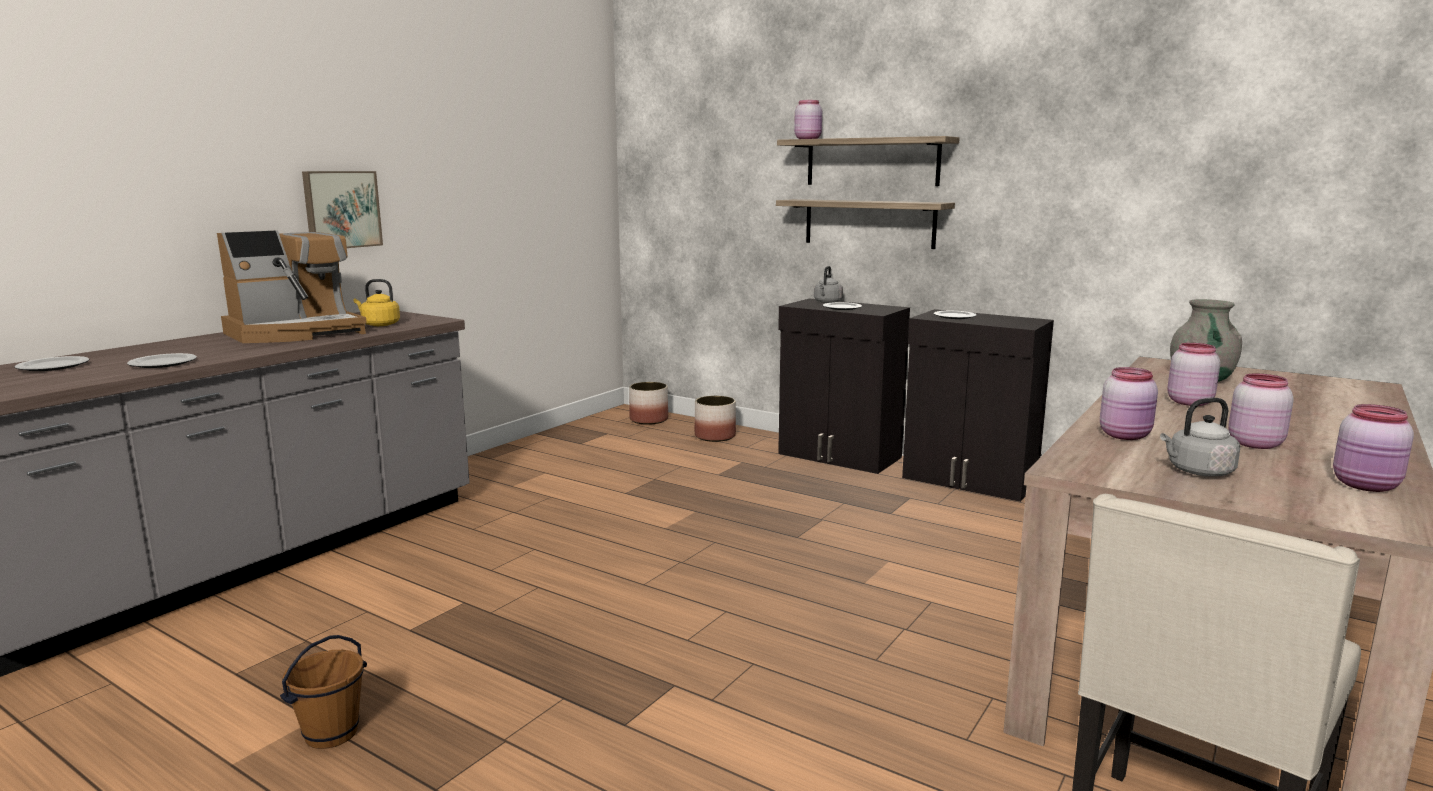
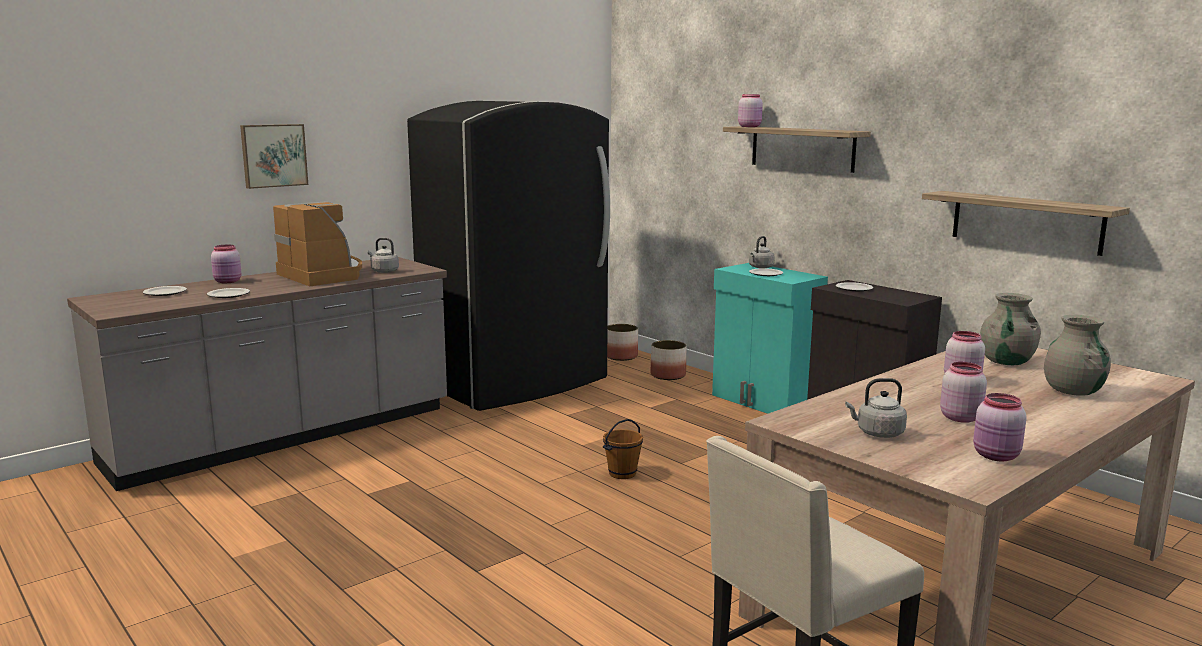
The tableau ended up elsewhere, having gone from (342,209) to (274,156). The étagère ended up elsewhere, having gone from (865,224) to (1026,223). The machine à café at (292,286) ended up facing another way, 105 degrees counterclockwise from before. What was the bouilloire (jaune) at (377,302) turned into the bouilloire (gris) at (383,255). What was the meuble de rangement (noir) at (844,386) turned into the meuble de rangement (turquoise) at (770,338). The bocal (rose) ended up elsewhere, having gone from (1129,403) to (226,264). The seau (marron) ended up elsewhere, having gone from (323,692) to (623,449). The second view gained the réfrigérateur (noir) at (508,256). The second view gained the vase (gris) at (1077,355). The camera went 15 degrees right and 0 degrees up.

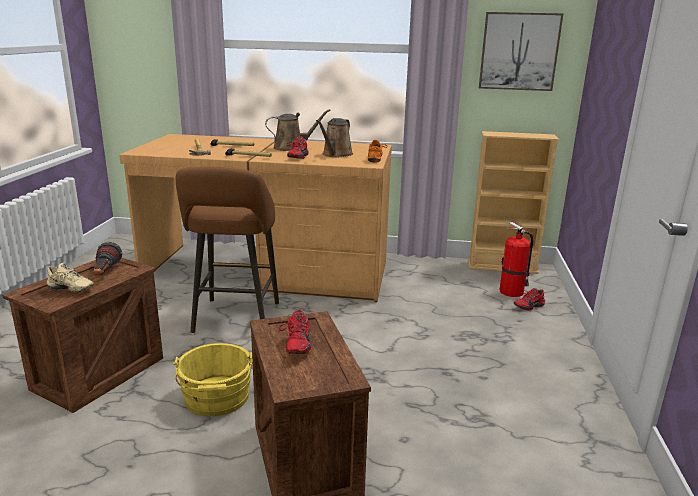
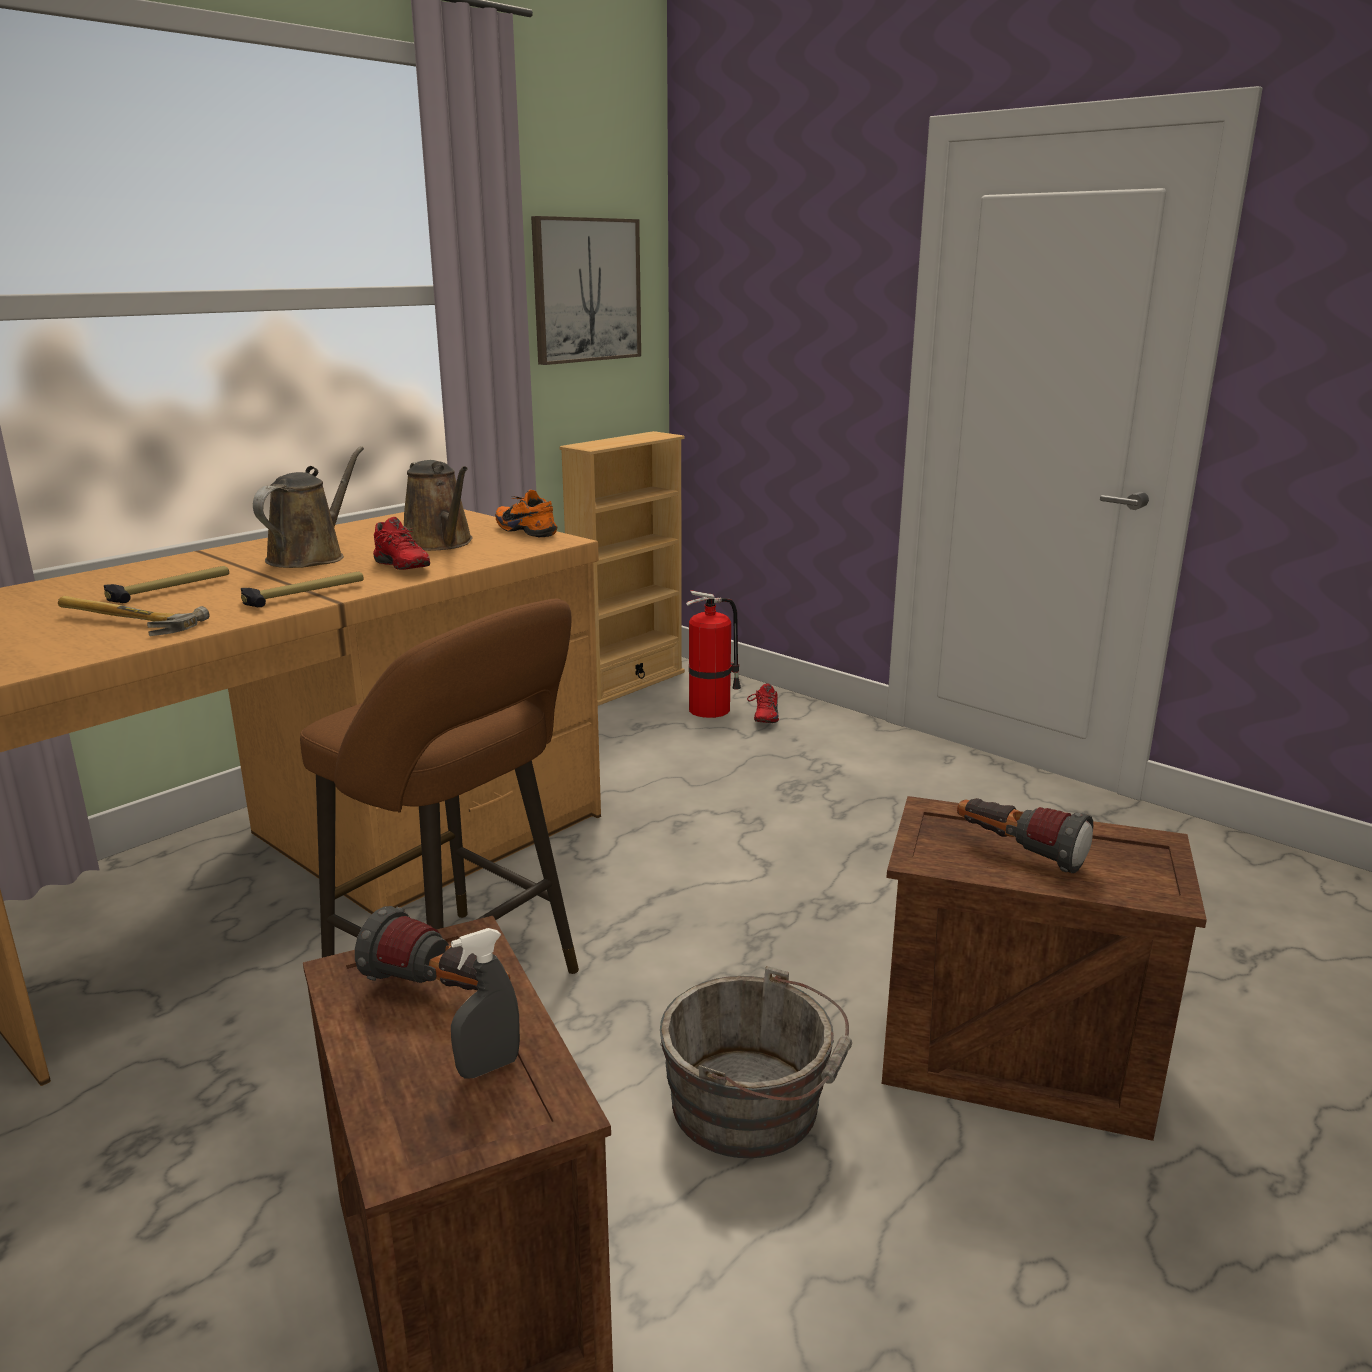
Where the chaussure (beige) stood at (70,277), the vaporisateur (gris) came to stand at (485,1003). Where the chaussure (rouge) stood at (295,331), the lampe de poche came to stand at (1025,835). What was the seau (jaune) at (213,380) turned into the seau (gris) at (756,1062). The camera went 55 degrees left and 0 degrees up.

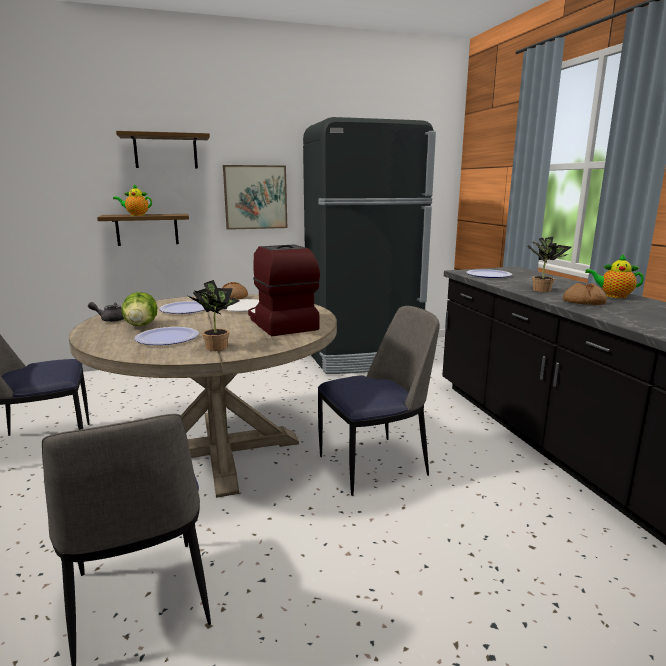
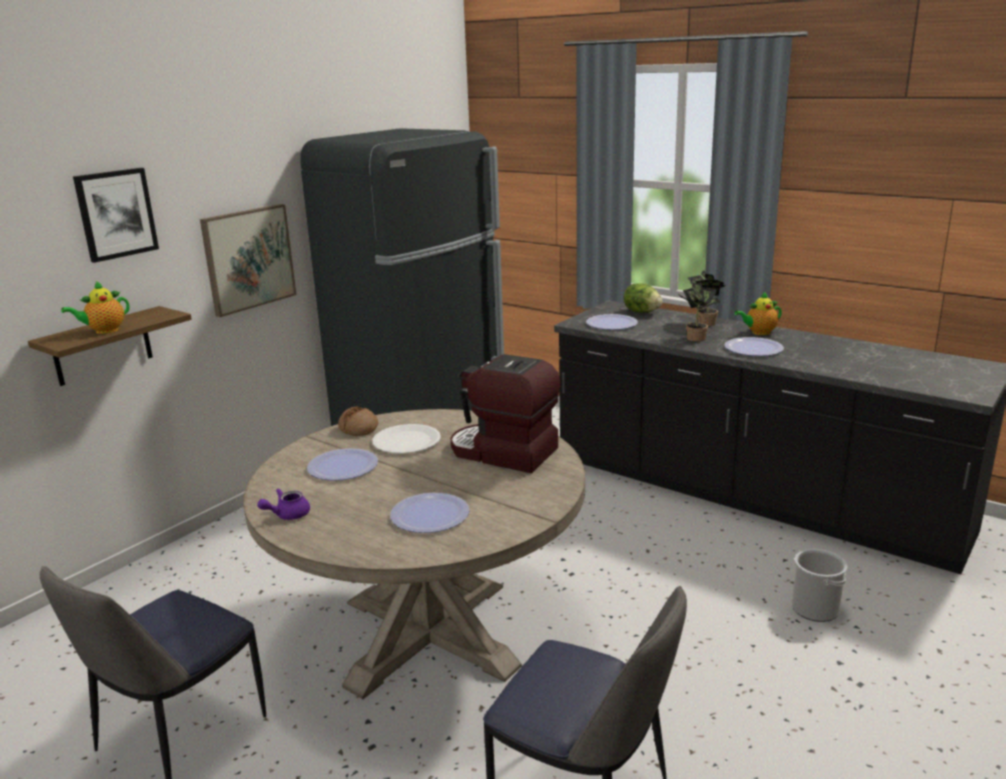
Where the étagère hung at (163,149), the tableau came to hang at (116,215). The plante en pot ended up elsewhere, having gone from (214,315) to (706,298). Where the pain stood at (585,294), the assiette came to stand at (754,346). The laitue ended up elsewhere, having gone from (139,309) to (643,298). What was the théière (gris) at (106,312) turned into the théière (violet) at (283,504). The second view lost the chaise at (379,401). The second view gained the seau at (819,585). The camera went 35 degrees left and 5 degrees up.

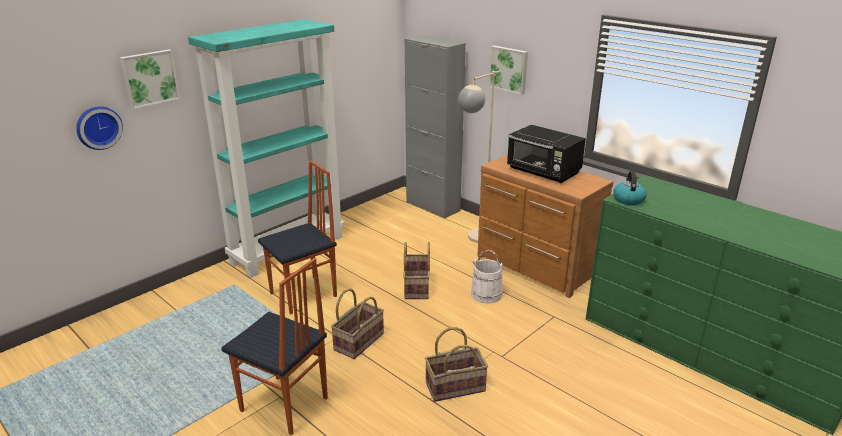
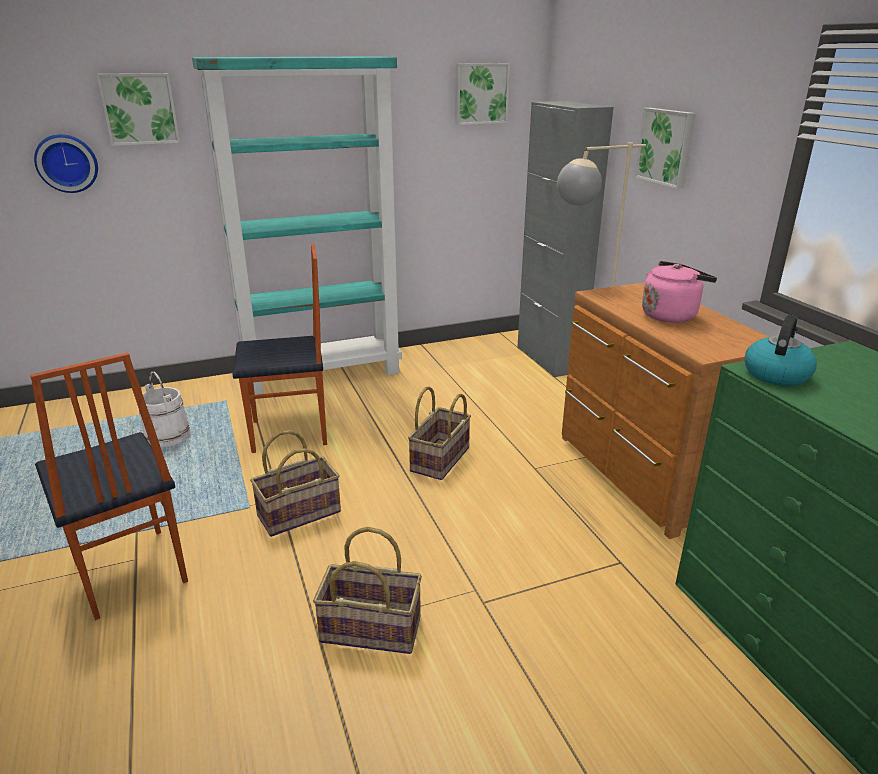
Where the micro-ondes (noir) stood at (546,154), the bouilloire (rose) came to stand at (679,292). The seau (blanc) ended up elsewhere, having gone from (488,277) to (165,409). The second view gained the tableau at (482,94). The camera went 25 degrees right and 0 degrees up.

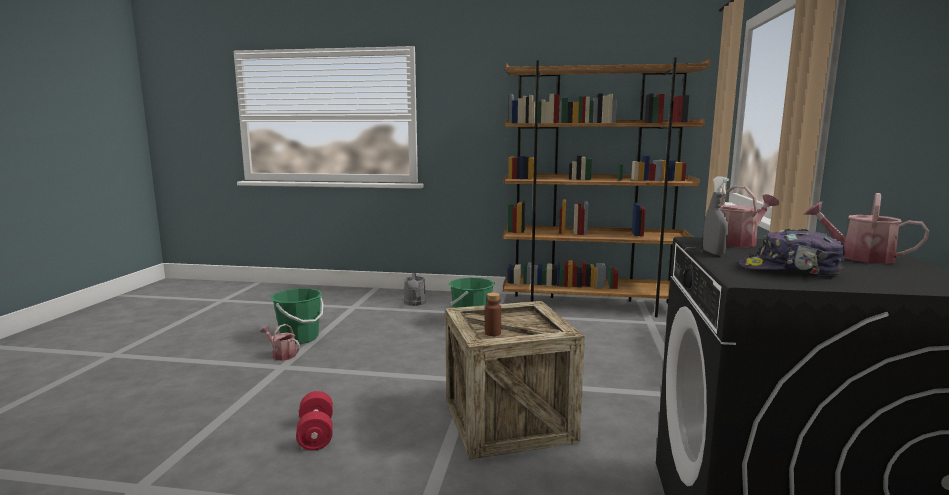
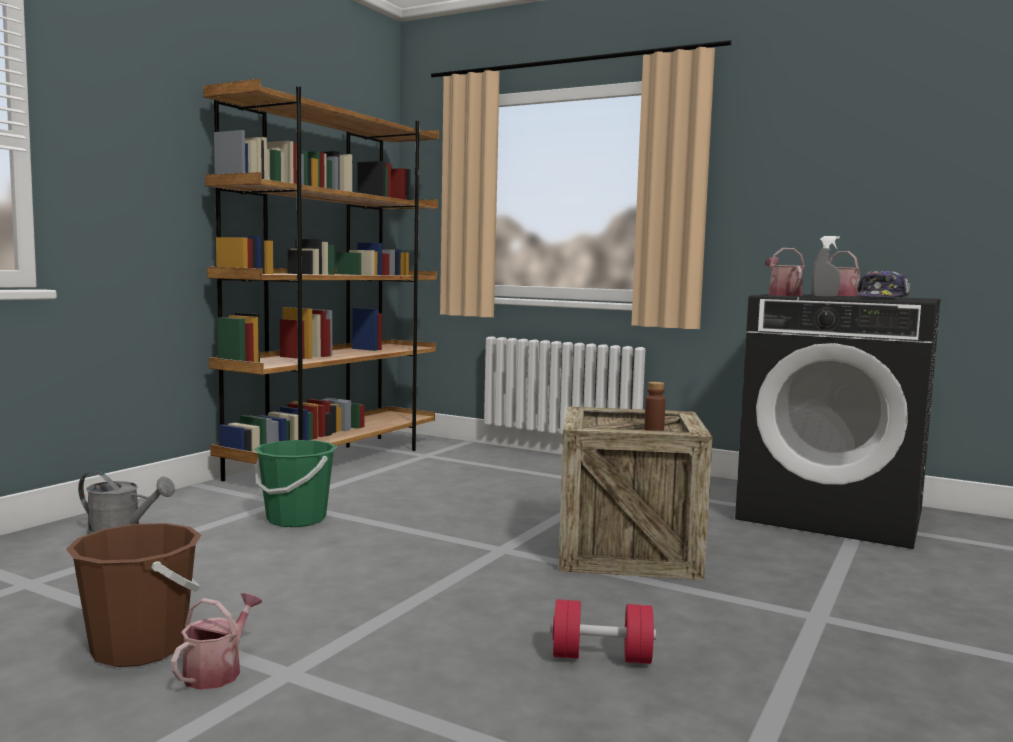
What was the seau (vert) at (296,316) turned into the seau (marron) at (133,595). The arrosoir at (280,342) ended up facing another way, 150 degrees clockwise from before. The camera went 70 degrees left and 5 degrees down.

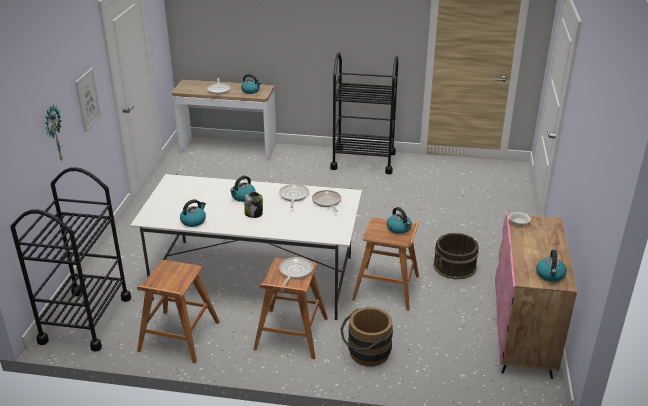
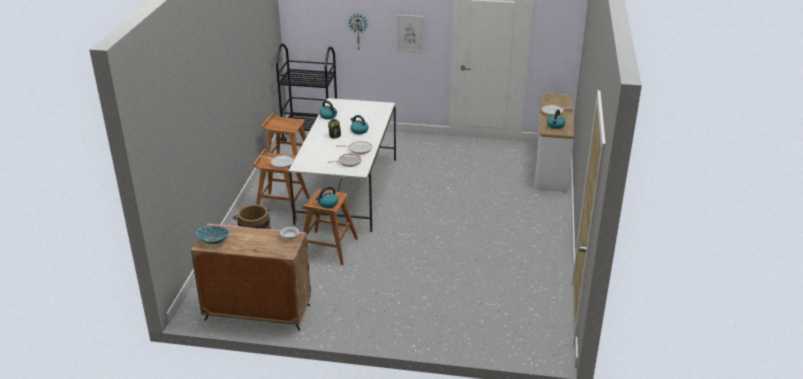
The second view lost the chariot (noir) at (364,113). The second view lost the seau (marron) at (456,256). Where the bouilloire stood at (551,266), the bol came to stand at (213,235). The camera went 90 degrees right and 0 degrees up.

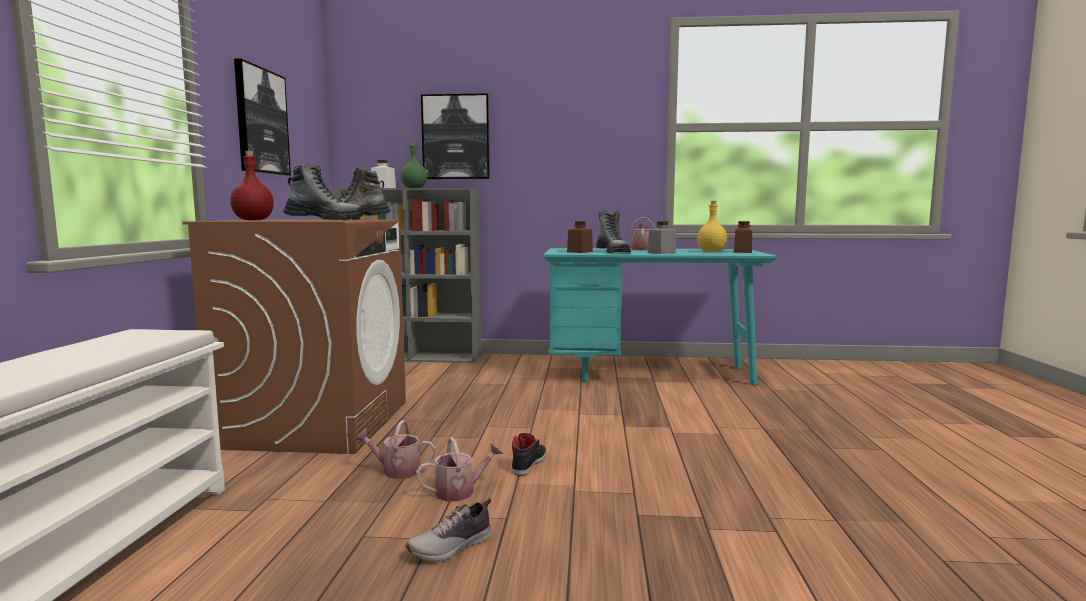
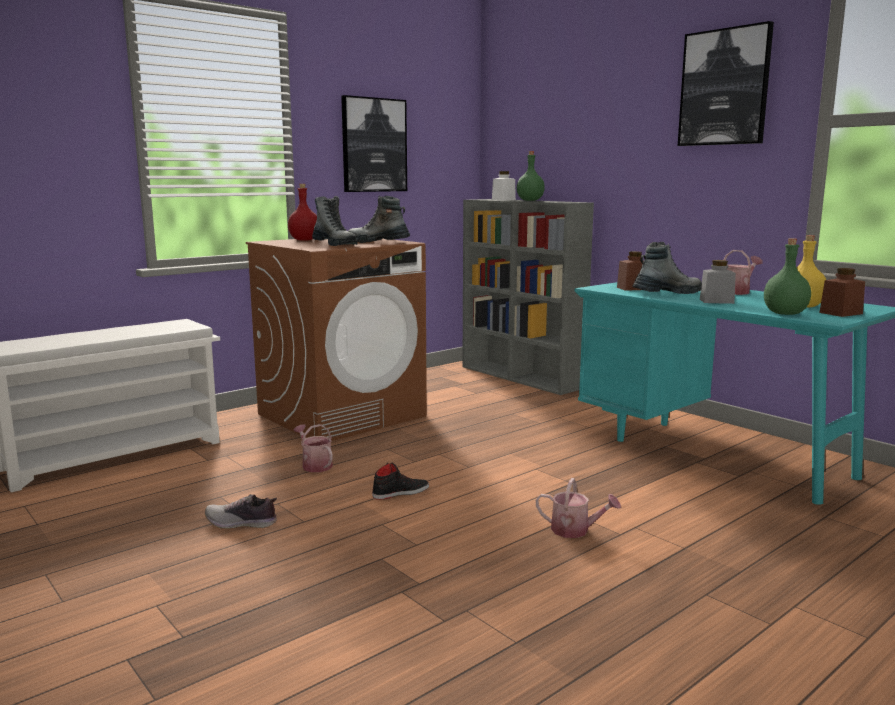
The tableau ended up elsewhere, having gone from (455,136) to (726,83). The botte at (613,232) ended up facing another way, 135 degrees counterclockwise from before. The arrosoir ended up elsewhere, having gone from (460,469) to (578,508). The second view gained the bouteille (vert) at (787,276). The camera went 45 degrees right and 5 degrees up.

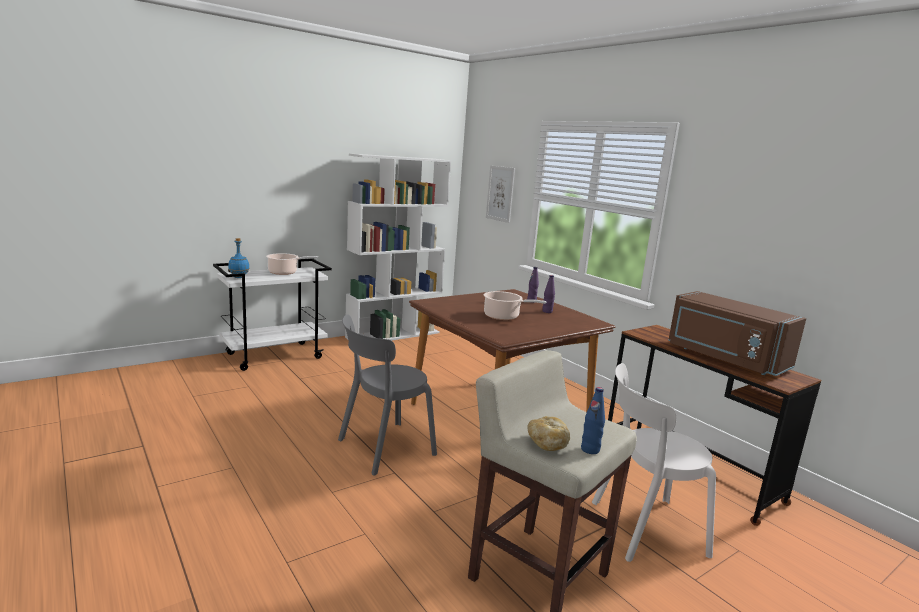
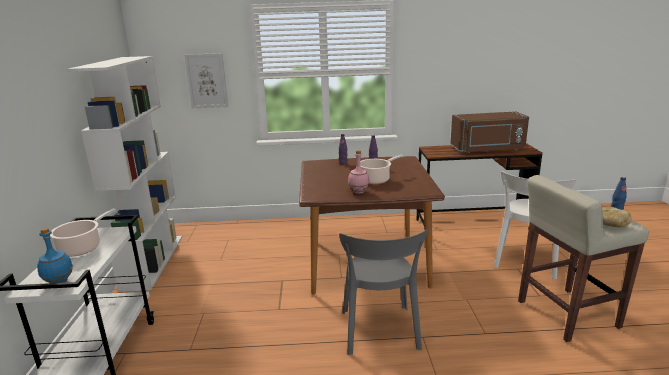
The second view gained the bouteille (rose) at (359,172). The camera went 55 degrees left and 5 degrees up.

